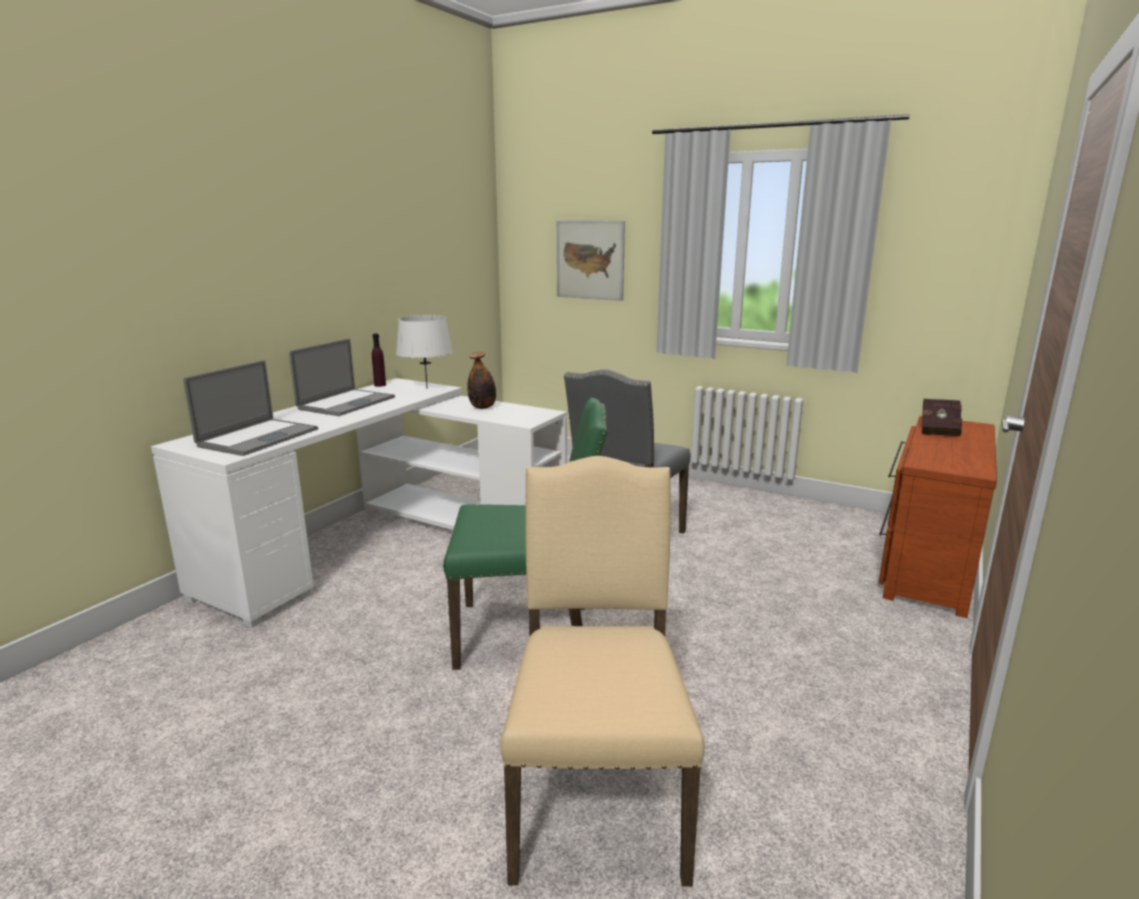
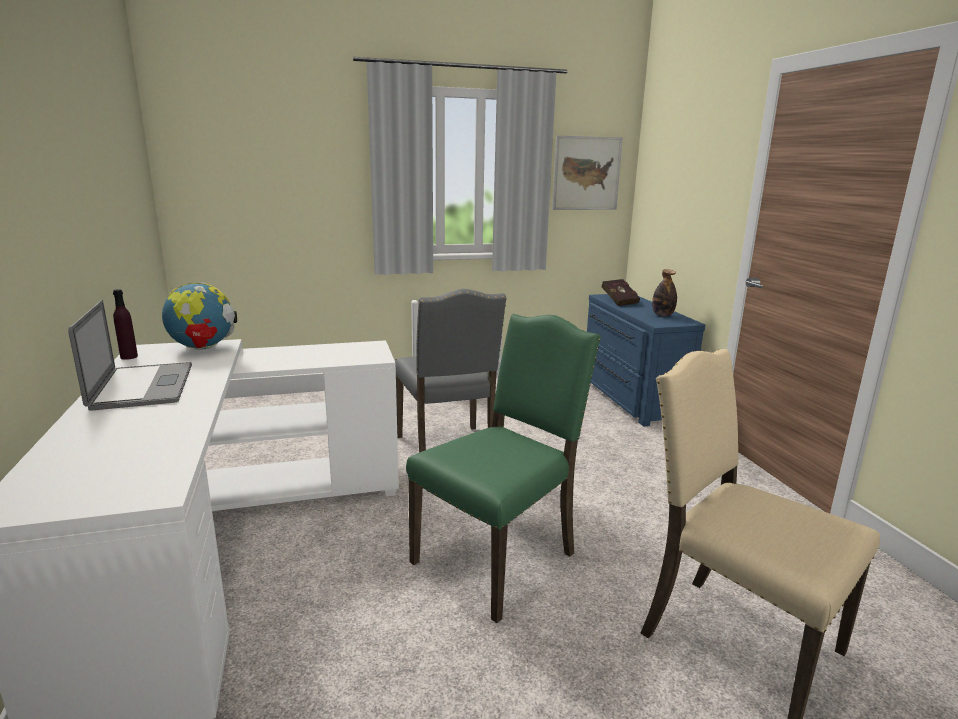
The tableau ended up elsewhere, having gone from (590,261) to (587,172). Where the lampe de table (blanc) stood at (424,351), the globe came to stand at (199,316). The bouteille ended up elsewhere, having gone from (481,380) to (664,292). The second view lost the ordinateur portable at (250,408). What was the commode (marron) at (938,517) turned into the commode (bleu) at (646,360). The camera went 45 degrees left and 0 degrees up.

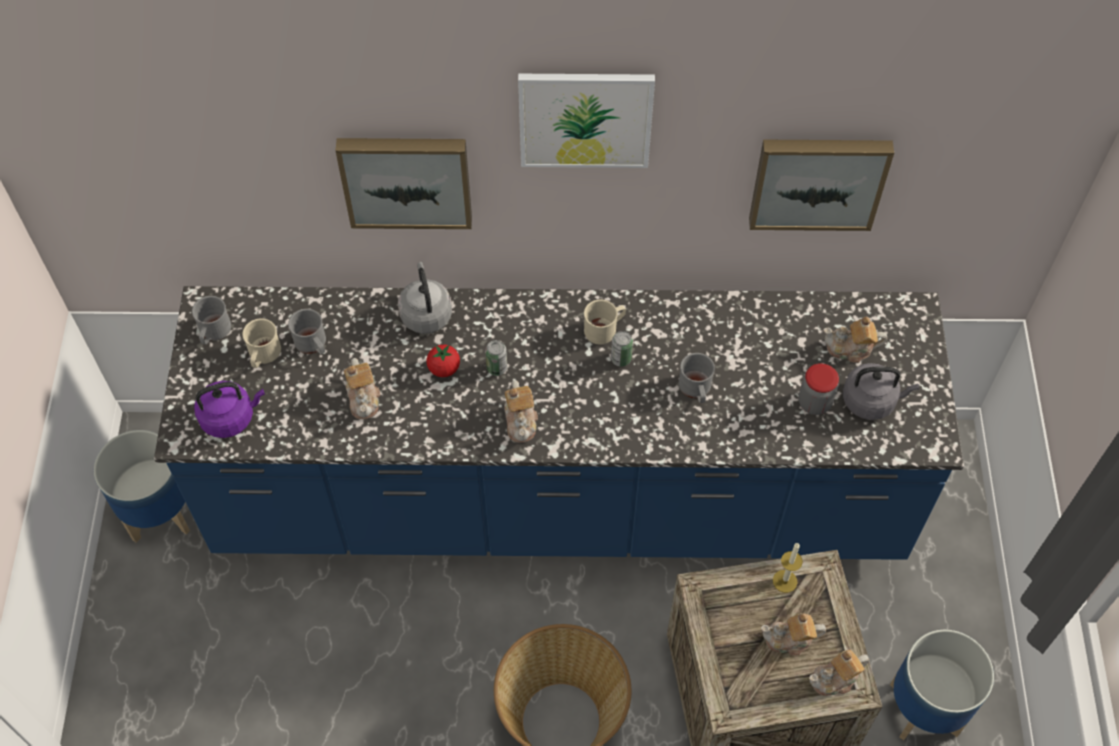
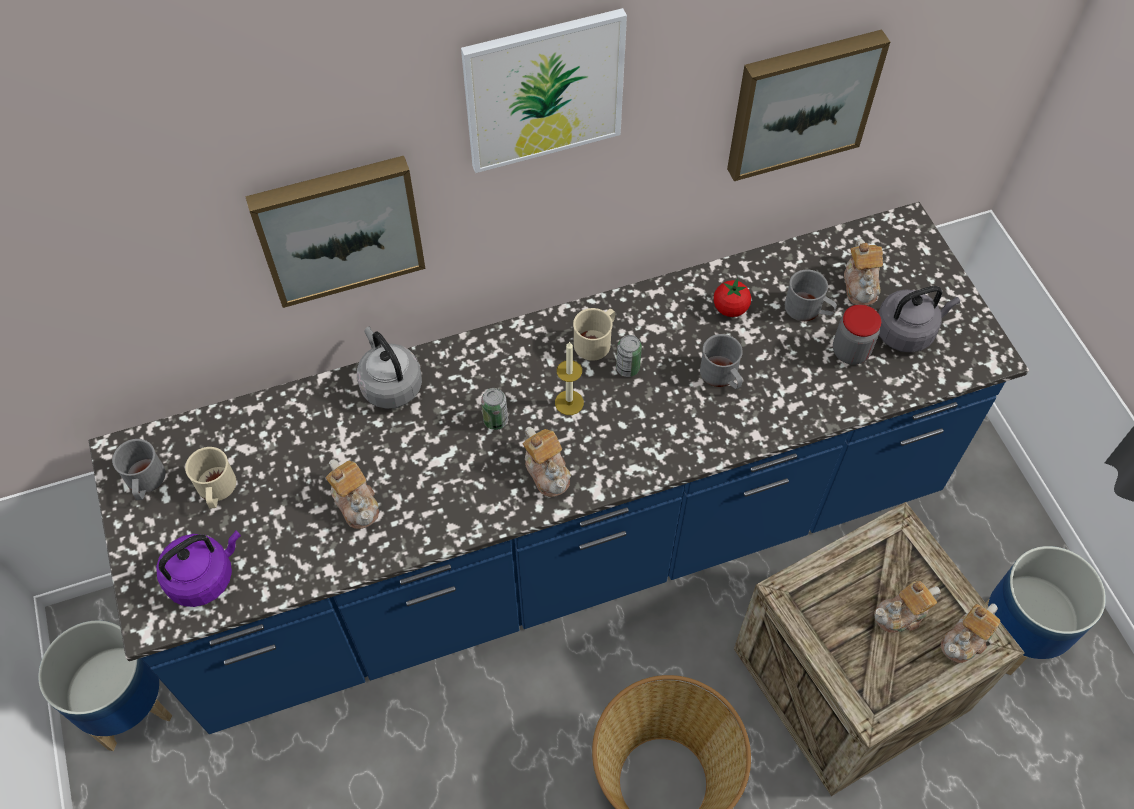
The mug (gris) ended up elsewhere, having gone from (307,331) to (811,295). The théière at (855,339) ended up facing another way, 75 degrees counterclockwise from before. The tomate ended up elsewhere, having gone from (443,360) to (732,298). The bougie ended up elsewhere, having gone from (788,568) to (569,378). The camera went 20 degrees left and 0 degrees up.

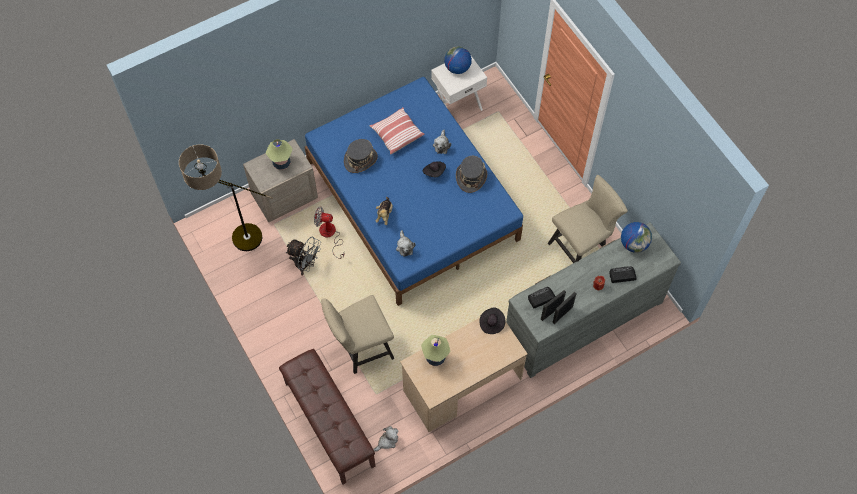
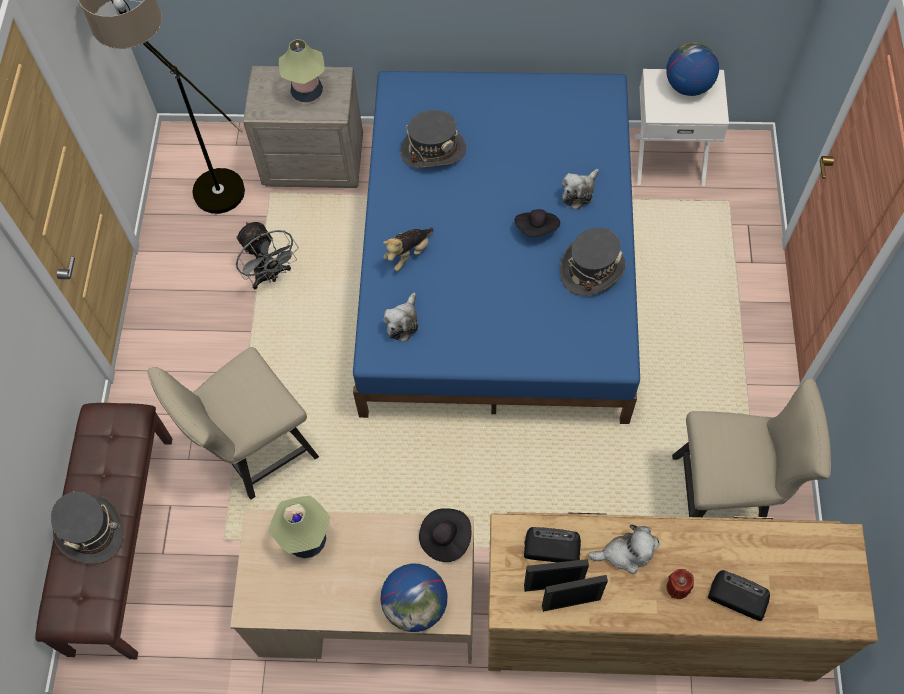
The second view lost the coussin at (397,130). The second view lost the ventilateur at (329,232). What was the commode (gris) at (593,300) turned into the commode (marron) at (683,597). The globe ended up elsewhere, having gone from (636,237) to (414,597). The chaise (beige) at (357,334) ended up facing another way, 45 degrees counterclockwise from before. The peluche ended up elsewhere, having gone from (385,439) to (624,549). The second view gained the chapeau (gris) at (87,527). The camera went 35 degrees right and 0 degrees up.

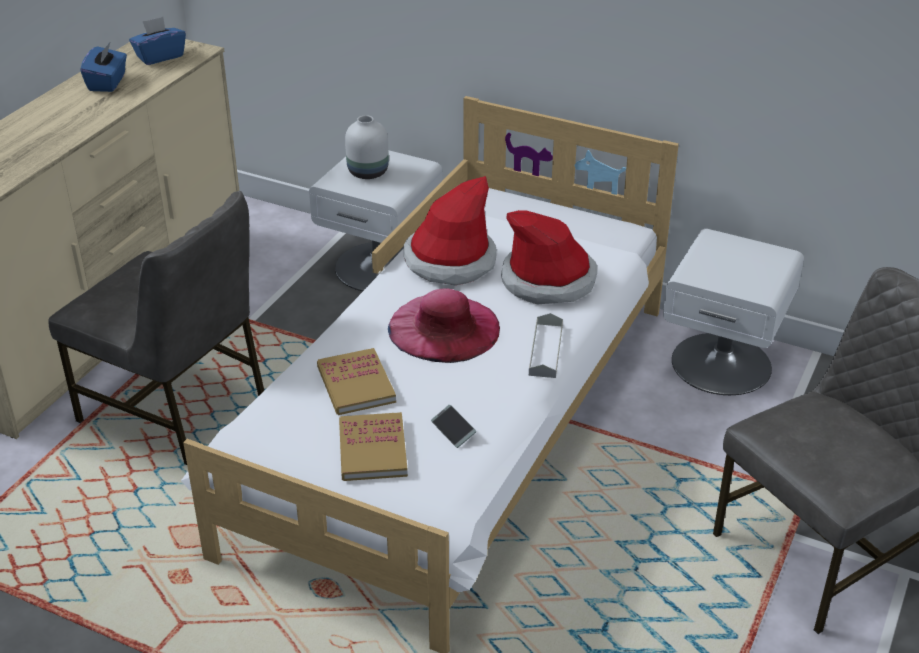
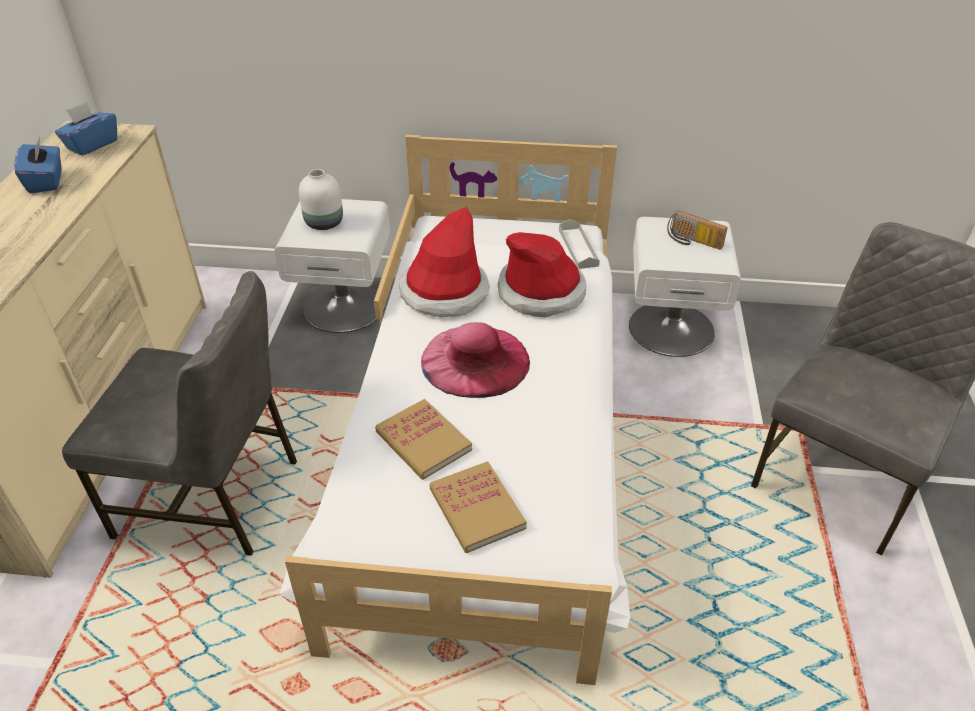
The plateau (gris) ended up elsewhere, having gone from (546,345) to (579,244). The second view lost the téléphone at (453,426). The second view gained the radio at (697,230). The camera went 20 degrees left and 5 degrees up.

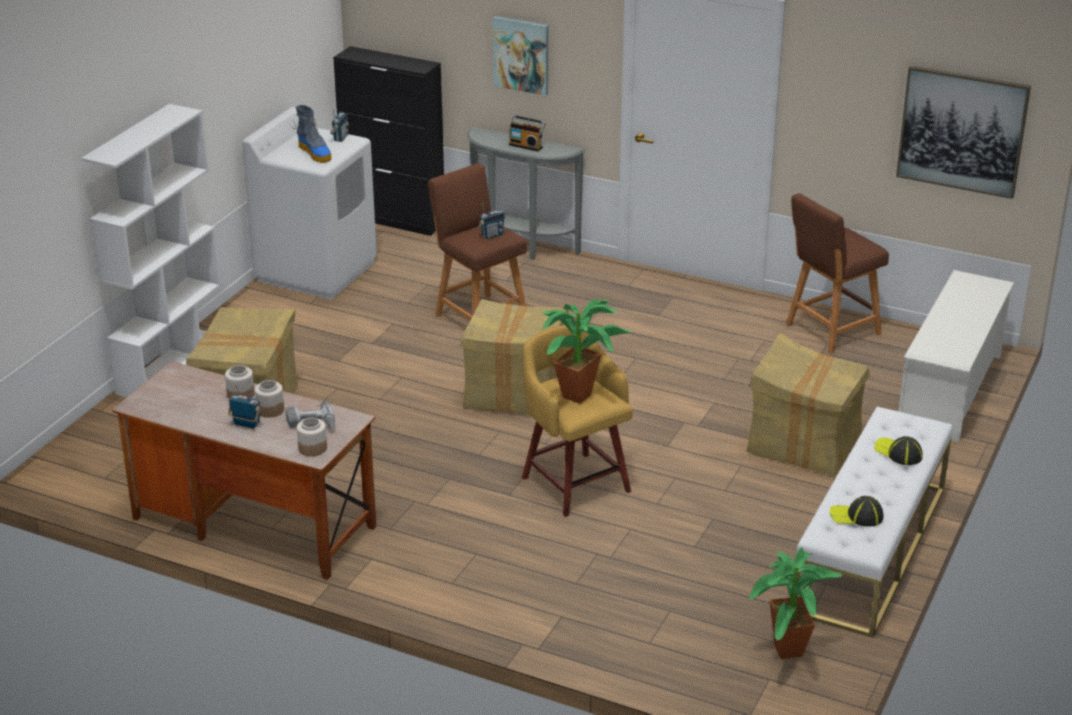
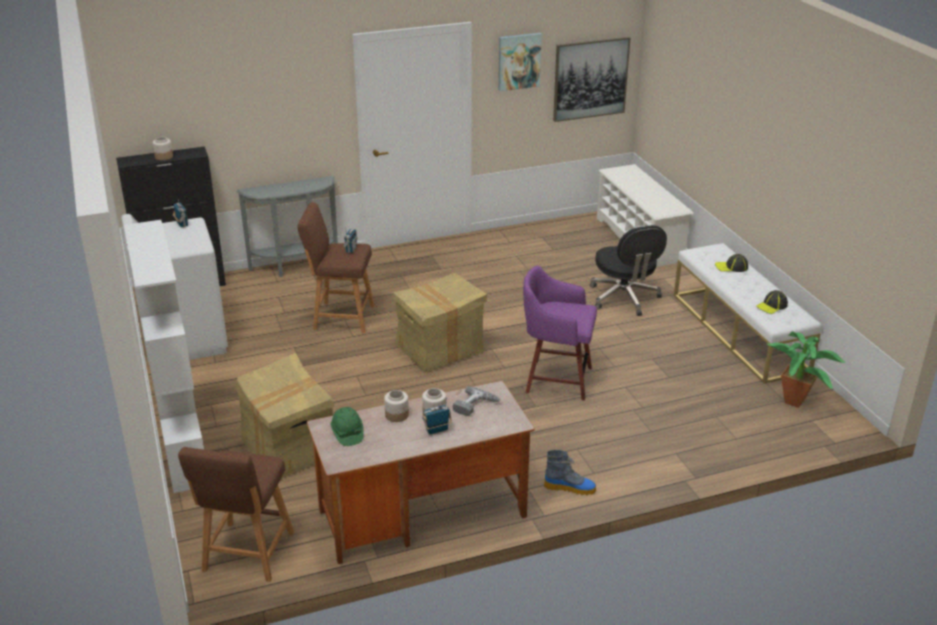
The tableau ended up elsewhere, having gone from (520,56) to (520,62). The botte ended up elsewhere, having gone from (313,134) to (570,472). The second view lost the radio at (527,133). The tabouret (marron) ended up elsewhere, having gone from (837,273) to (236,514). The second view lost the plante en pot at (586,352). What was the tabouret (jaune) at (577,421) turned into the tabouret (violet) at (560,333). Where the carton stood at (808,405), the chaise de bureau (noir) came to stand at (628,270). The bocal ended up elsewhere, having gone from (312,437) to (162,148). The second view gained the casque de chantier (vert) at (346,426). The camera went 45 degrees left and 0 degrees up.

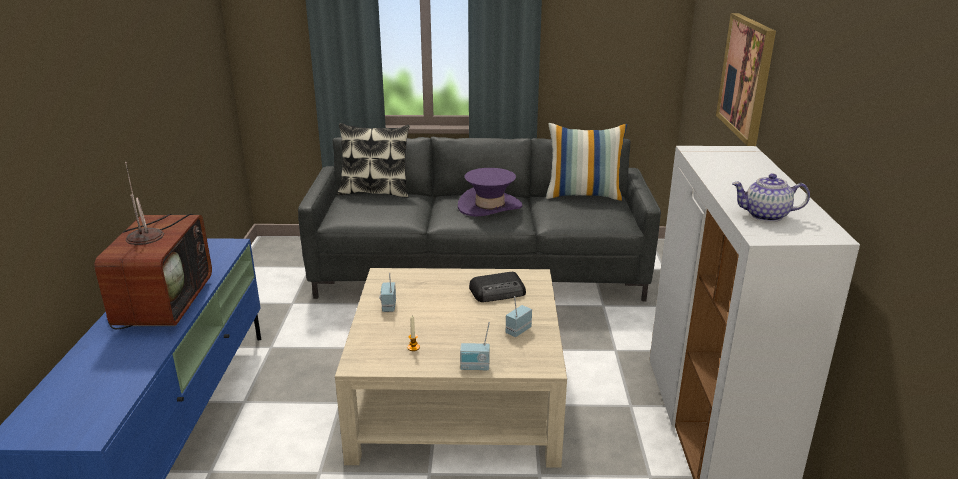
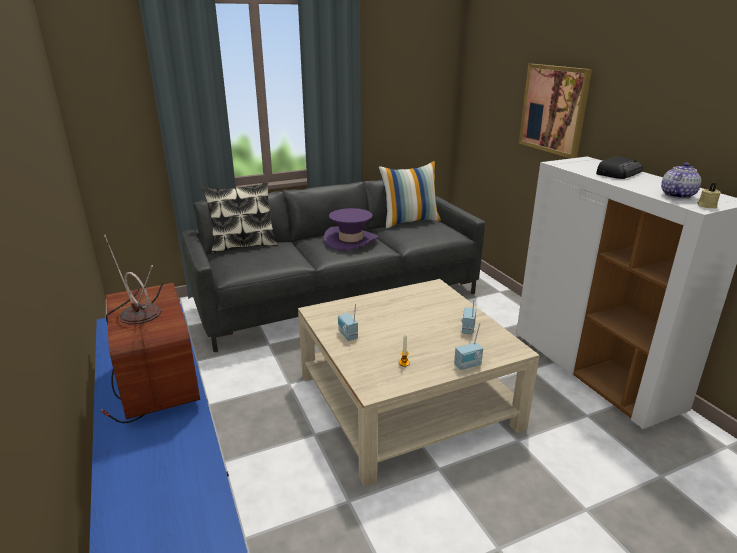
The théière at (771,197) ended up facing another way, 150 degrees clockwise from before. The radio ended up elsewhere, having gone from (497,287) to (619,167). The second view gained the bougie (beige) at (709,195). The camera went 25 degrees left and 0 degrees up.

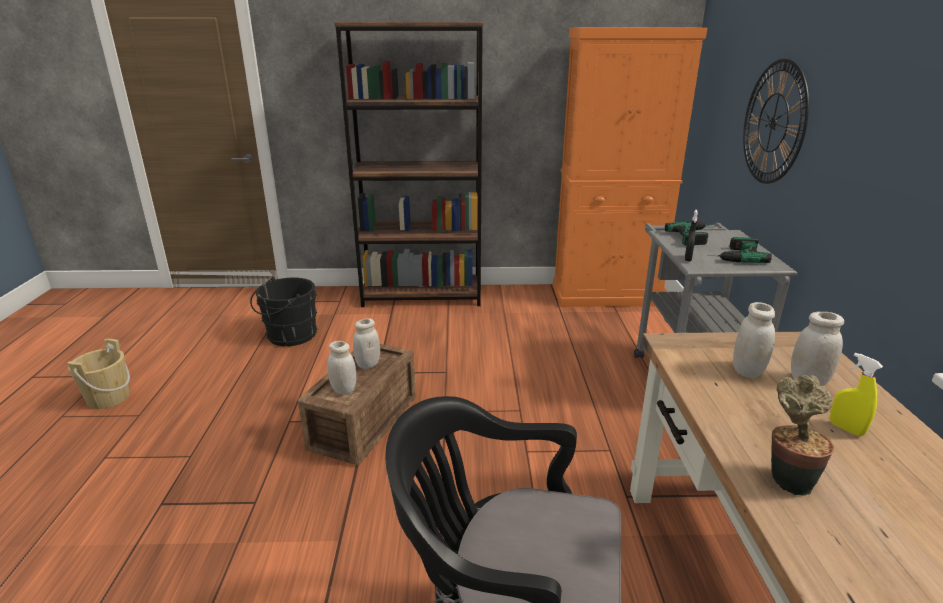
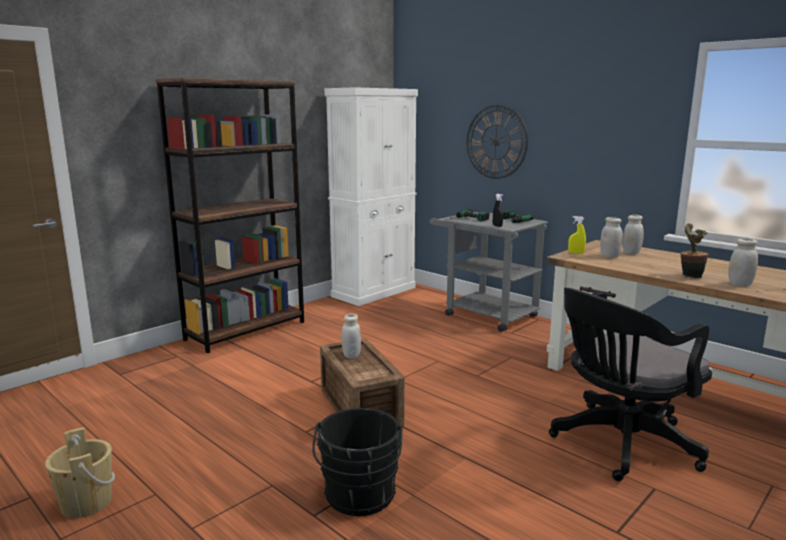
What was the meuble de rangement (orange) at (630,167) turned into the meuble de rangement (blanc) at (371,196). The seau (noir) ended up elsewhere, having gone from (284,311) to (357,462). The bocal (blanc) ended up elsewhere, having gone from (341,368) to (743,262). The vaporisateur (jaune) ended up elsewhere, having gone from (856,395) to (577,235). The camera went 45 degrees left and 10 degrees down.

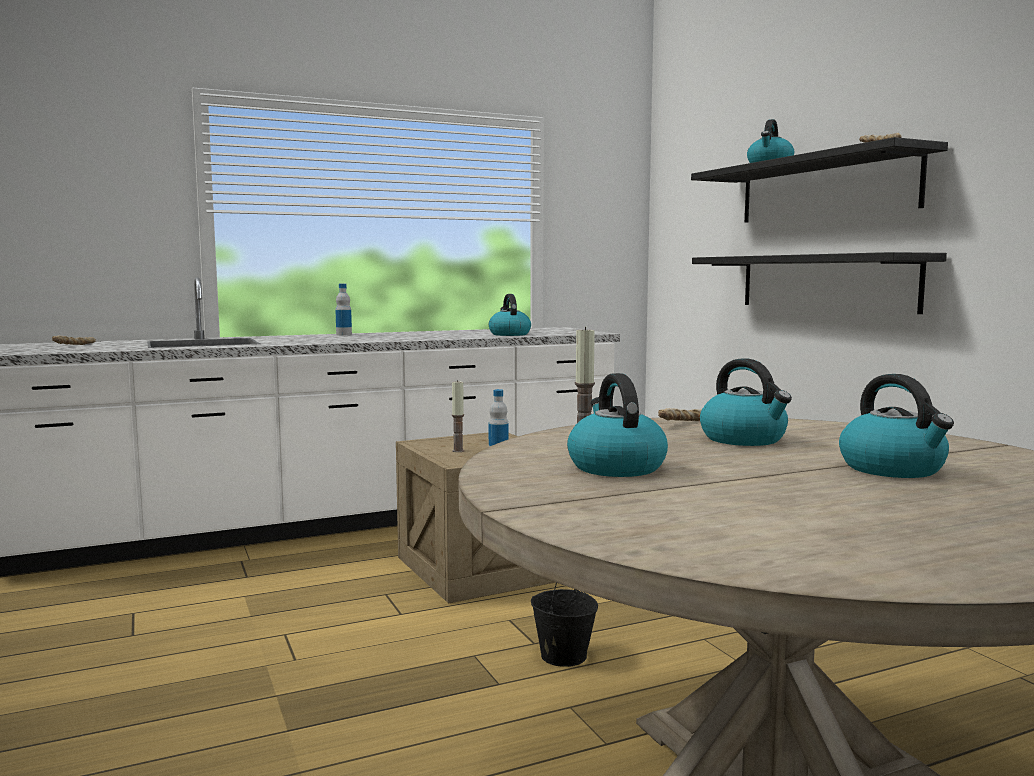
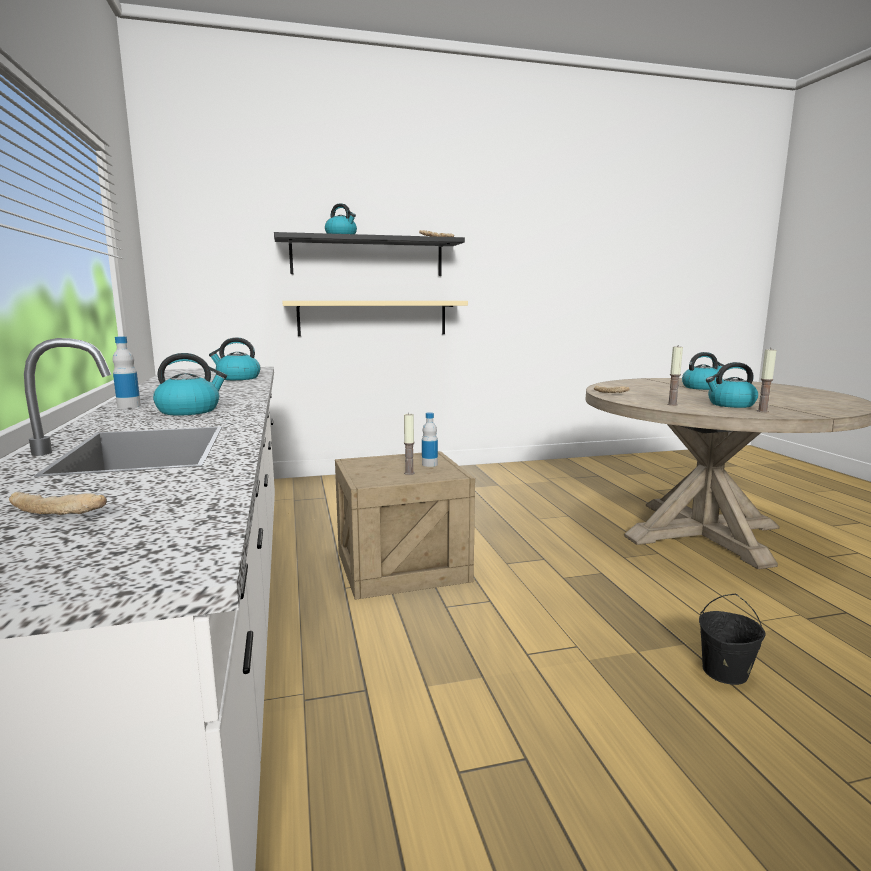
What was the étagère (noir) at (819,283) turned into the étagère (beige) at (375,318). The bouilloire ended up elsewhere, having gone from (746,402) to (190,384). The seau (noir) ended up elsewhere, having gone from (564,625) to (732,639). The second view gained the bougie at (767,380). The camera went 80 degrees left and 5 degrees up.

